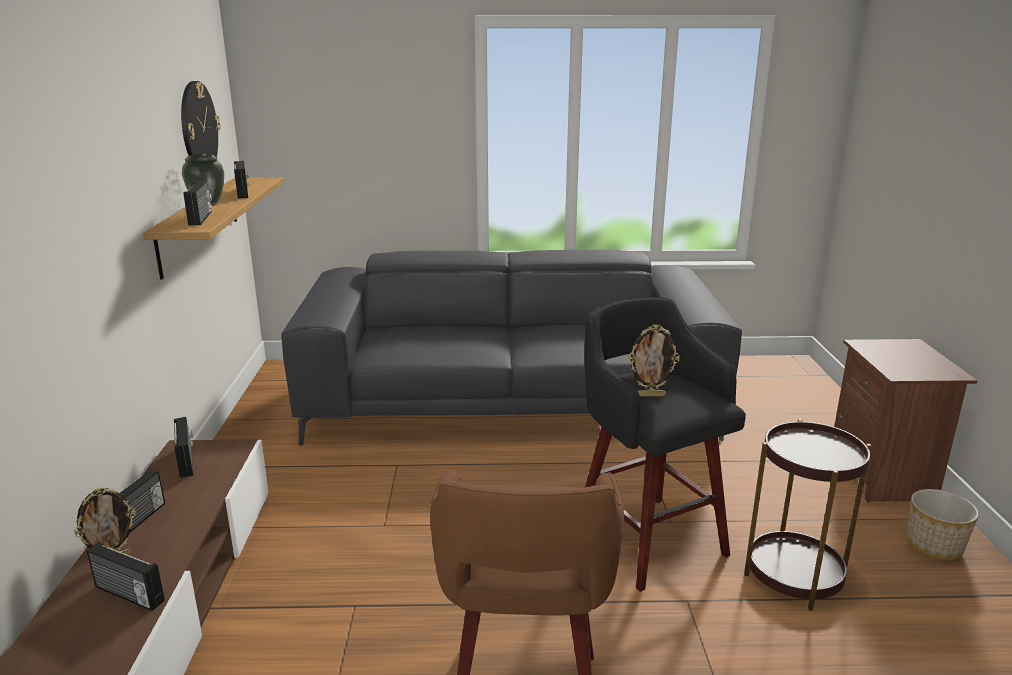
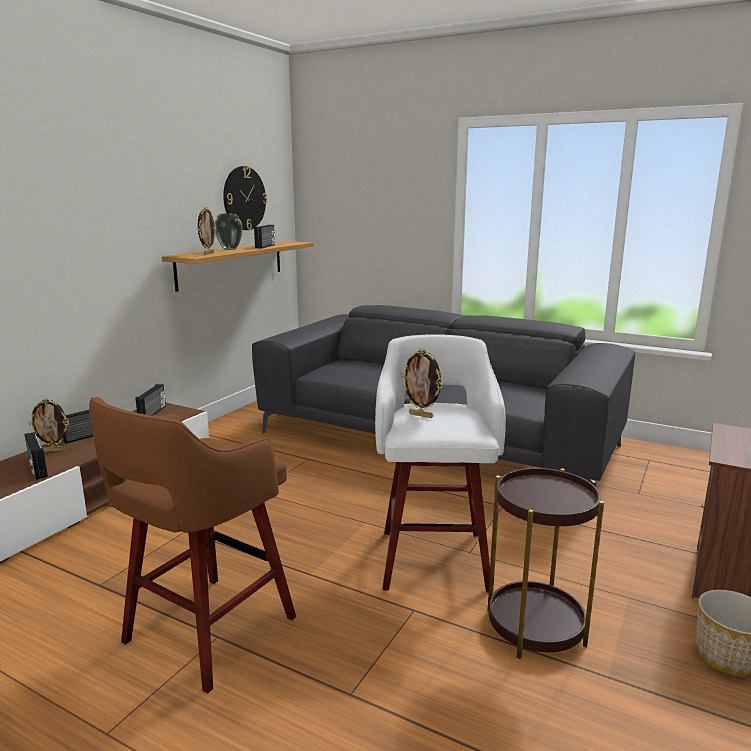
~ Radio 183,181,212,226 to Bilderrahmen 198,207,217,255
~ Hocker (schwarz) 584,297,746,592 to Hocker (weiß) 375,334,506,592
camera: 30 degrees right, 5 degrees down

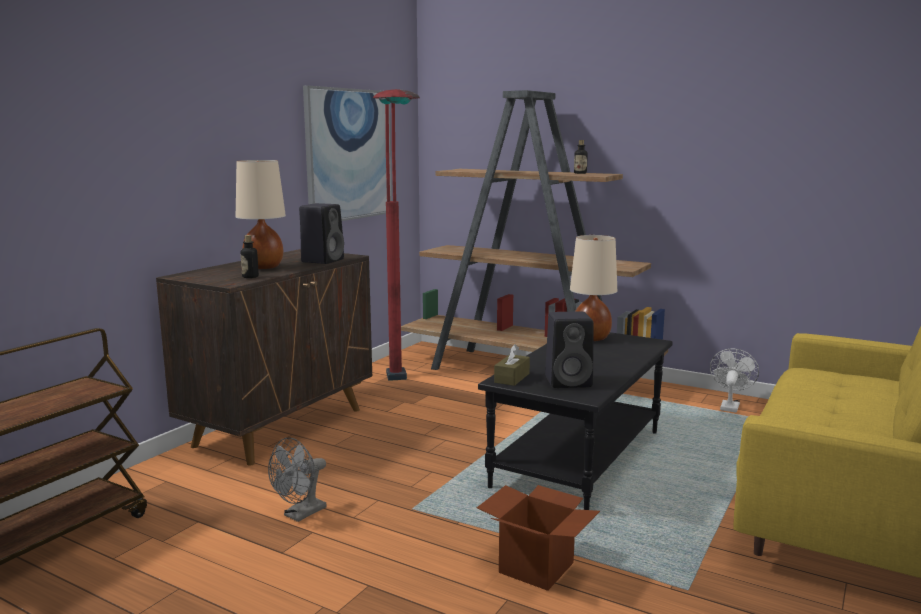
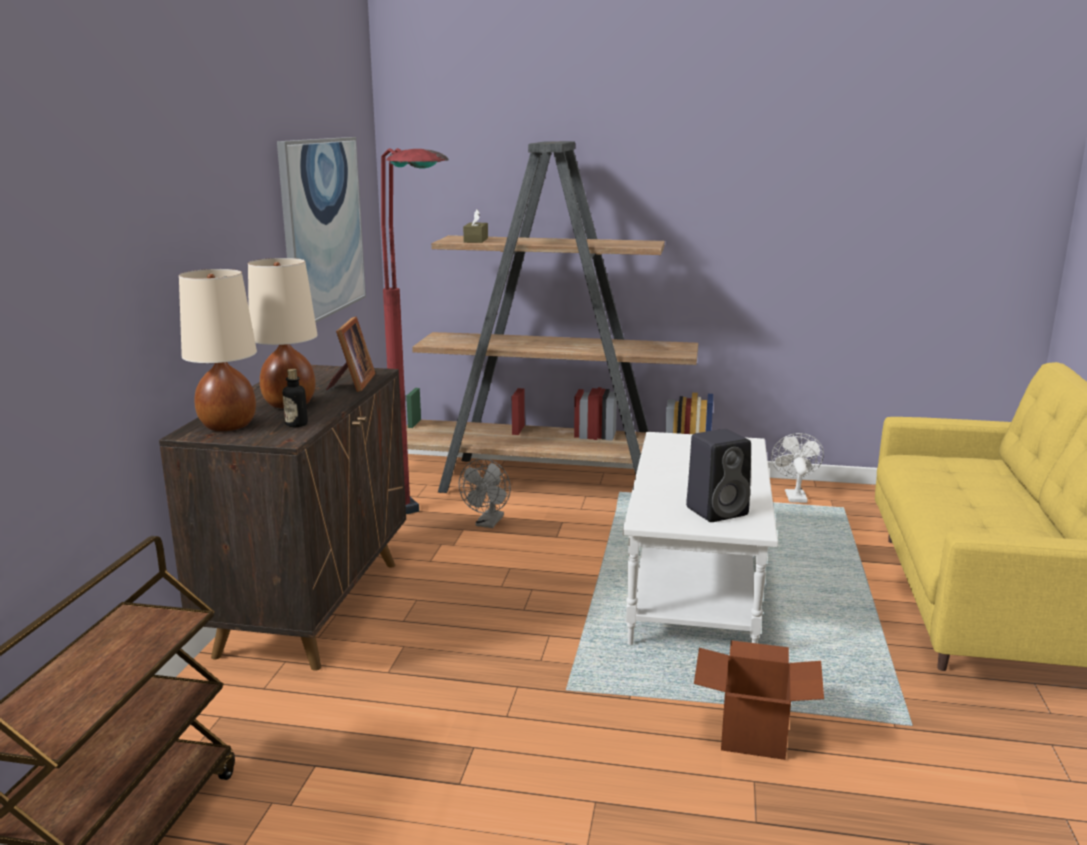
~ Ventilator (grau) 268,438,327,522 to 459,459,511,528
~ Lautsprecher (schwarz) 299,203,344,264 to Bilderrahmen 326,317,376,392
~ Couchtisch (schwarz) 478,332,672,510 to Couchtisch (weiß) 623,432,778,645
~ Taschentuchbox (braun) 494,344,530,386 to 463,209,488,243
~ Tischlampe (beige) 570,235,617,341 to 179,269,257,431
- Flasche 574,140,588,174
camera: 20 degrees left, 5 degrees up

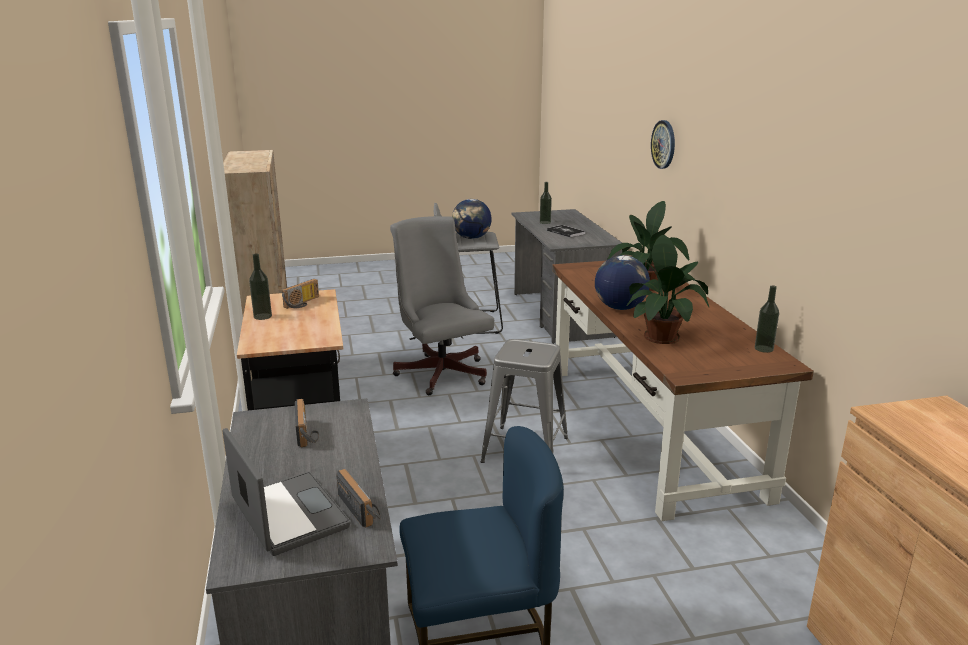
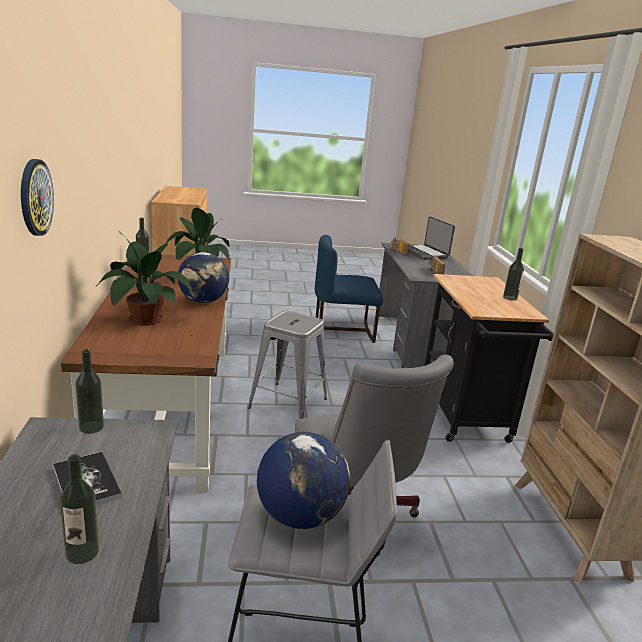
- Radio 282,279,319,309
+ Flasche 75,349,104,434
camera: 175 degrees left, 0 degrees up

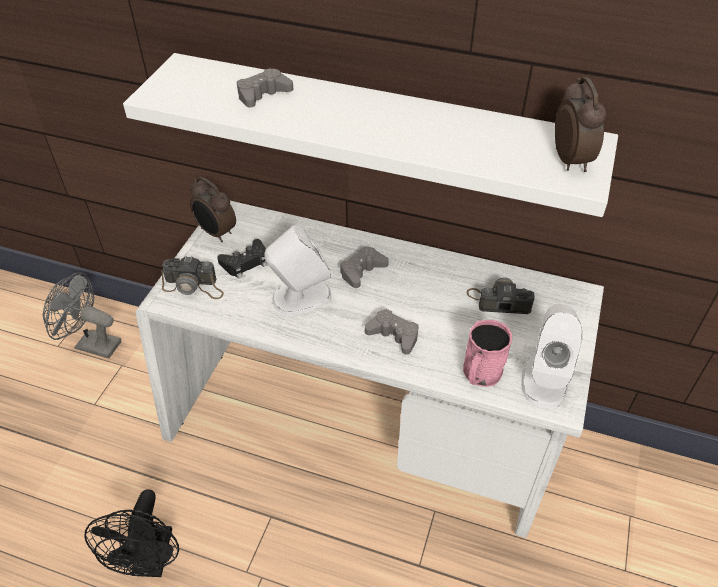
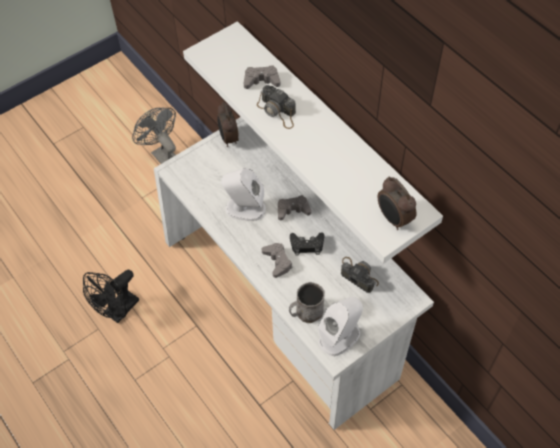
~ Kamera 161,256,224,299 to 257,85,296,129
~ Gamepad (schwarz) 217,239,267,278 to 290,232,325,255
~ Henkelbecher (rosa) 463,320,512,387 to Henkelbecher (grau) 289,282,325,323
~ Wecker 555,77,606,172 = 378,177,417,230 120 degrees clockwise
camera: 35 degrees right, 10 degrees up

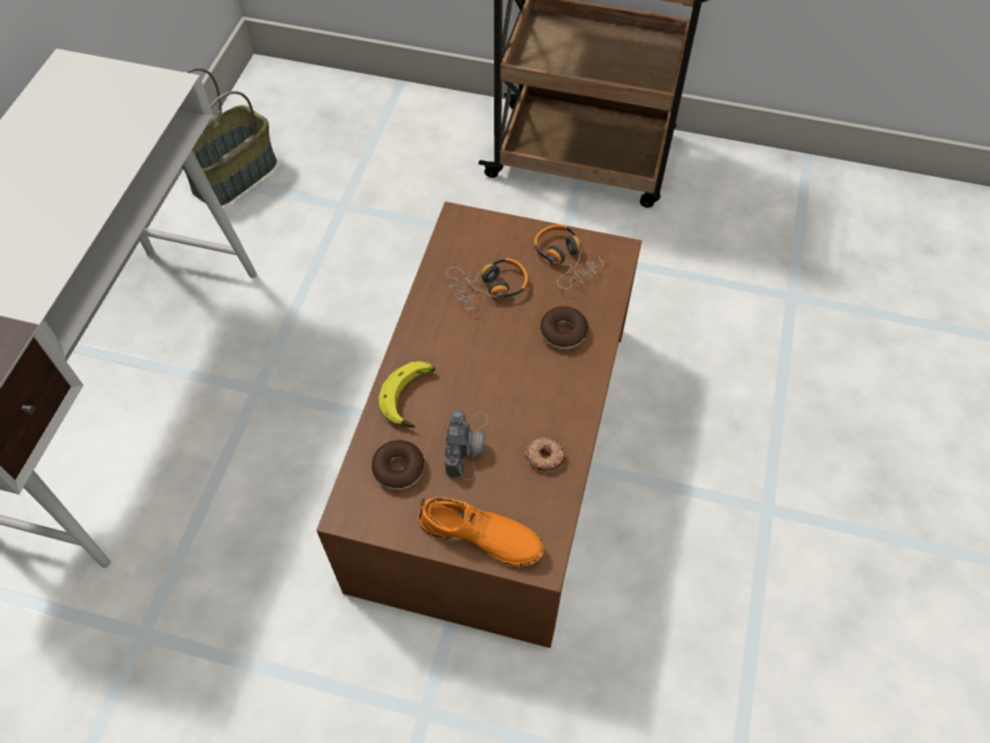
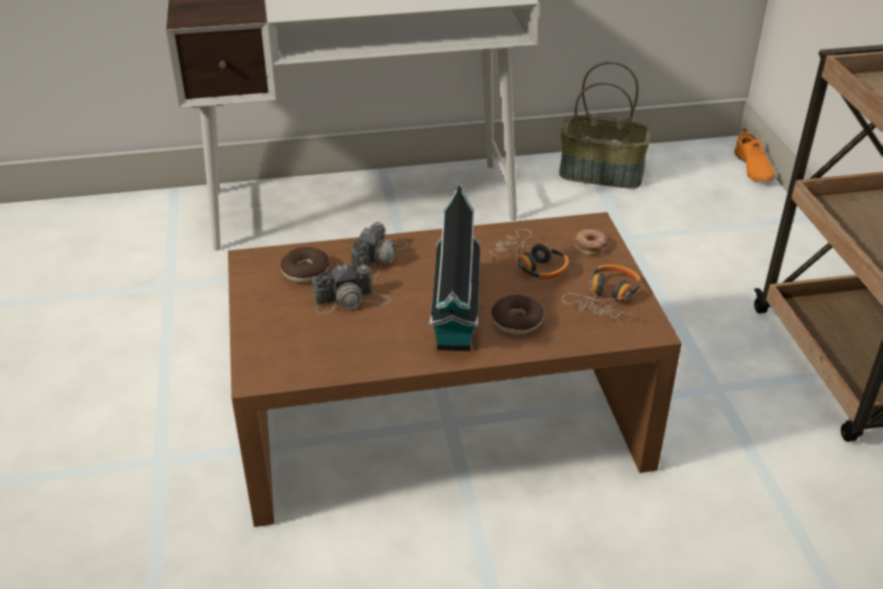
~ Banane 379,361,435,428 to Kamera 351,222,408,278
~ Schuh (orange) 418,497,544,566 to 734,129,775,182
~ Donut 525,437,566,473 to 574,229,609,255
+ Spielzeughaus 429,182,481,351
camera: 65 degrees right, 20 degrees down

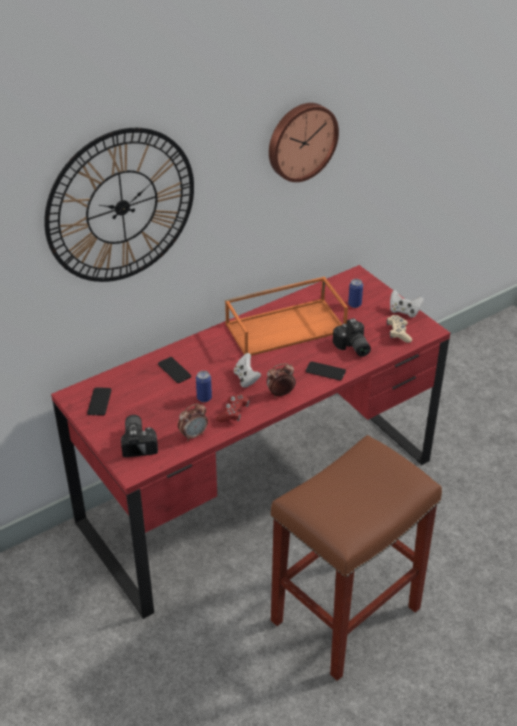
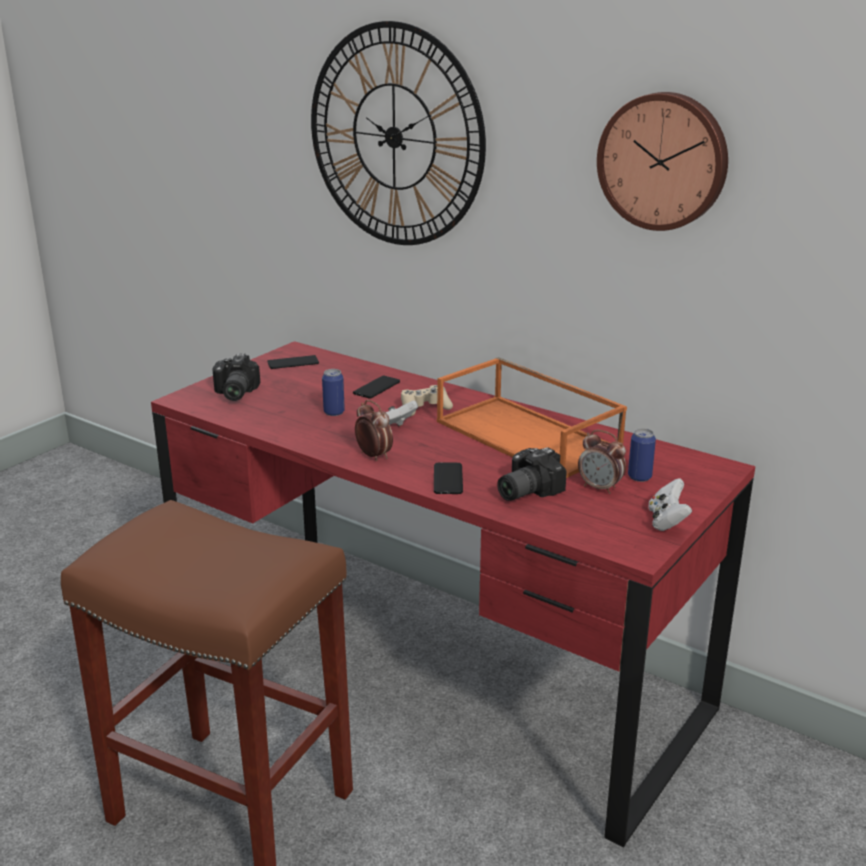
~ Kamera 121,415,158,457 = 212,353,260,401 120 degrees clockwise
~ Wecker 178,403,208,441 to 578,430,626,494
- Gamepad (rot) 216,394,249,422
~ Gamepad (beige) 387,315,412,343 to 401,385,453,416
camera: 70 degrees right, 15 degrees down

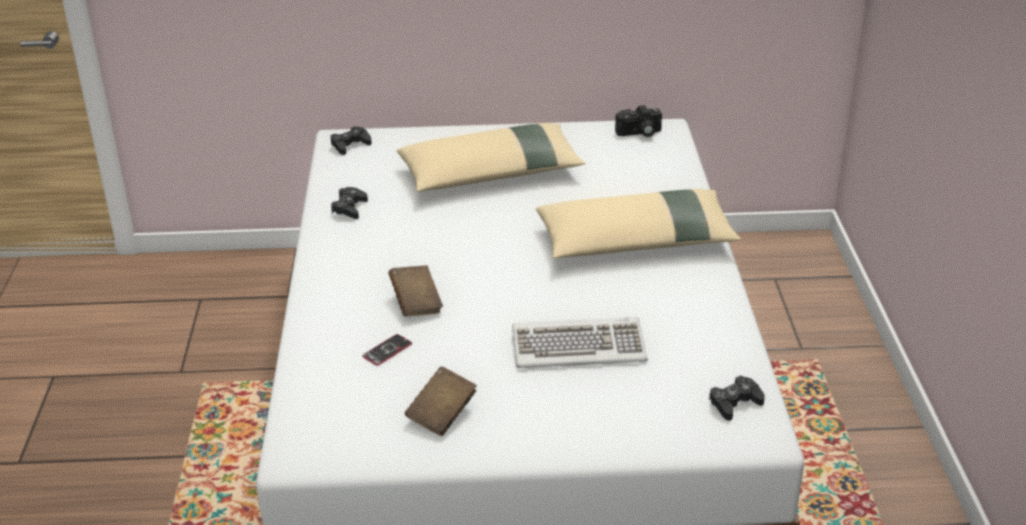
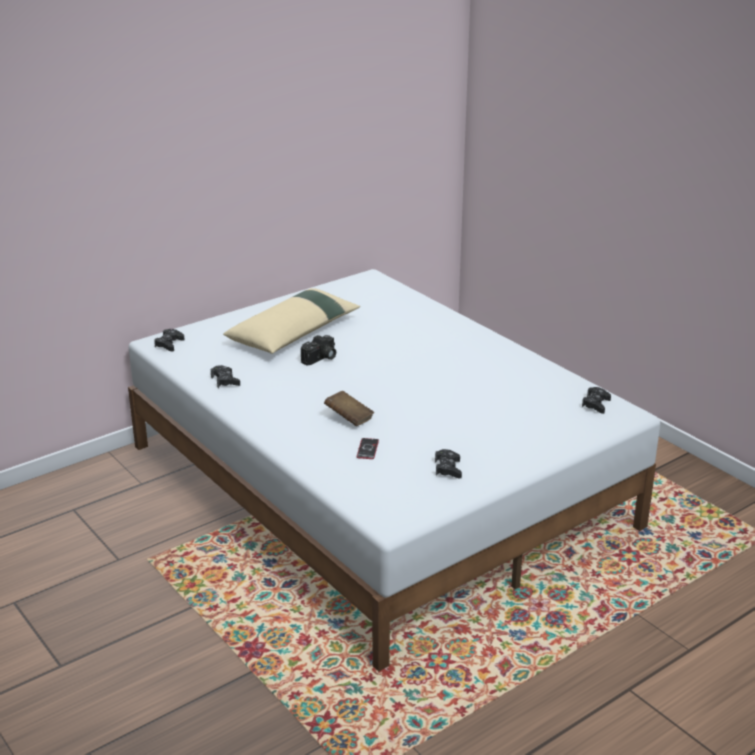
~ Buch (braun) 405,366,477,436 to Gamepad (schwarz) 435,449,462,479
- Tastatur 512,317,648,368
- Kissen (beige) 536,189,741,259
~ Kamera 615,105,662,137 to 301,335,336,365
camera: 35 degrees left, 5 degrees down

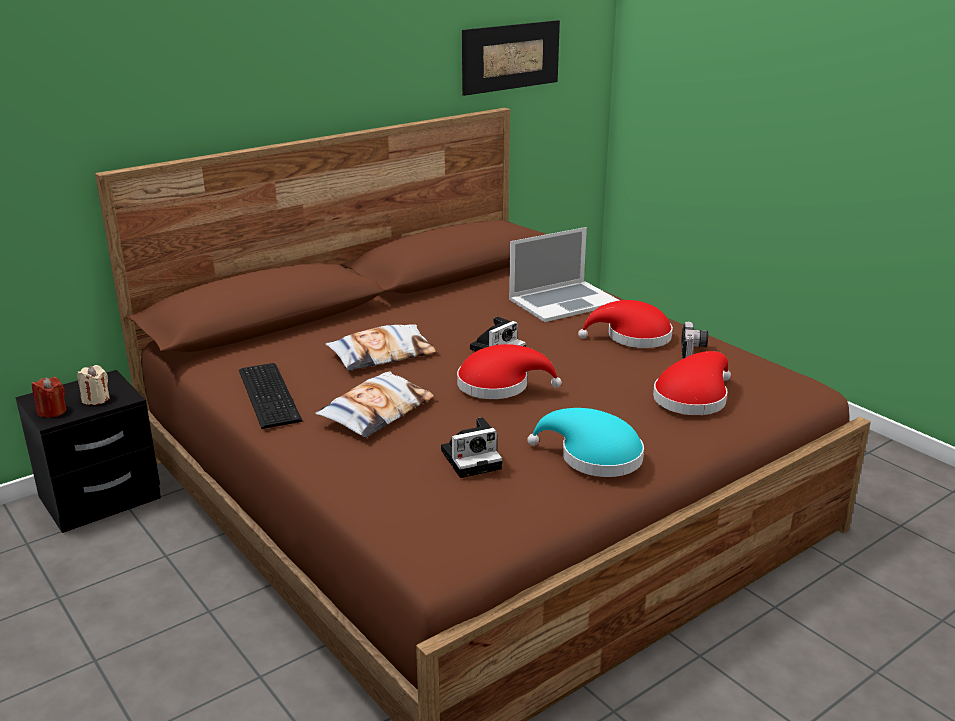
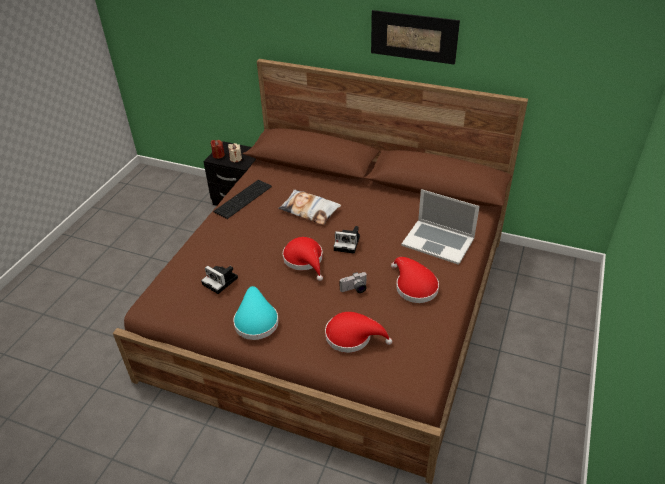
- Kissen 315,371,435,438
~ Bild 462,20,560,96 to 371,10,460,65
~ Kamera 681,322,708,358 to 339,272,367,293
camera: 60 degrees right, 15 degrees up

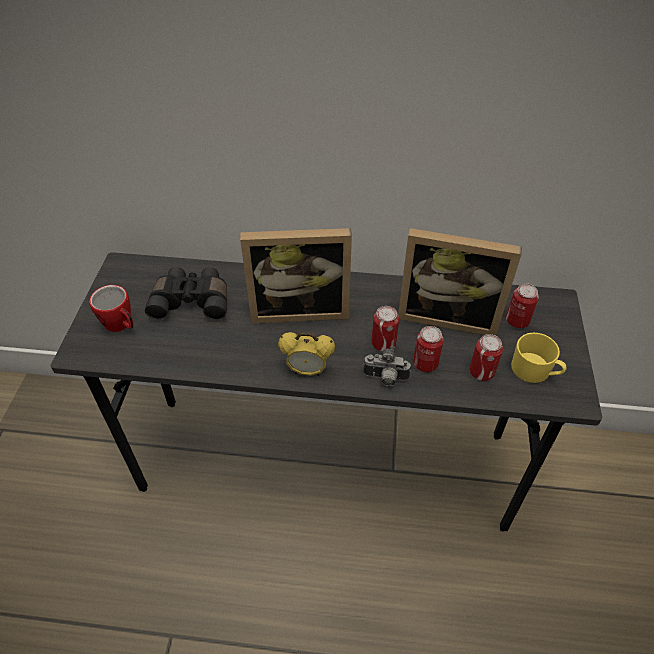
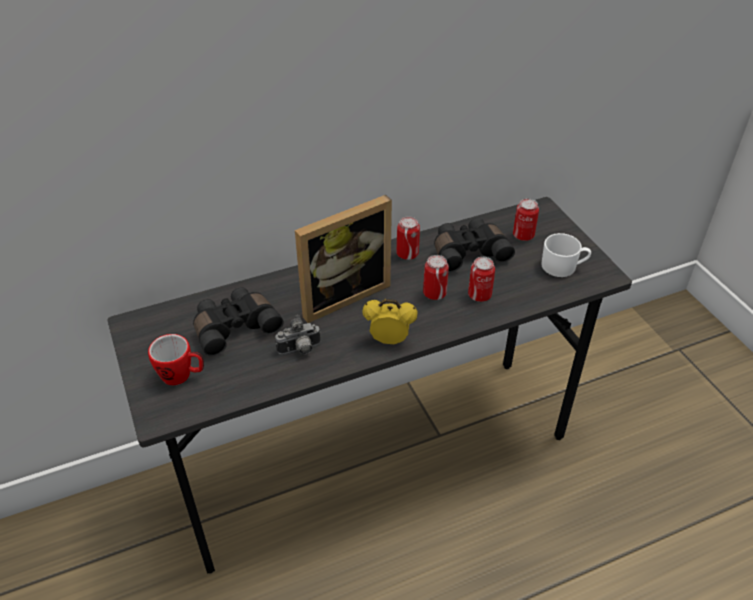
~ Wecker 278,332,335,376 = 362,299,418,344 150 degrees counterclockwise
~ Kamera 363,346,411,386 to 275,315,321,355
~ Bilderrahmen 398,228,522,336 to Fernglas (schwarz) 434,218,515,272
~ Dose 469,334,503,381 to 397,216,420,260
~ Henkelbecher (gelb) 511,333,567,383 to Henkelbecher (weiß) 541,233,591,277
camera: 30 degrees left, 5 degrees down

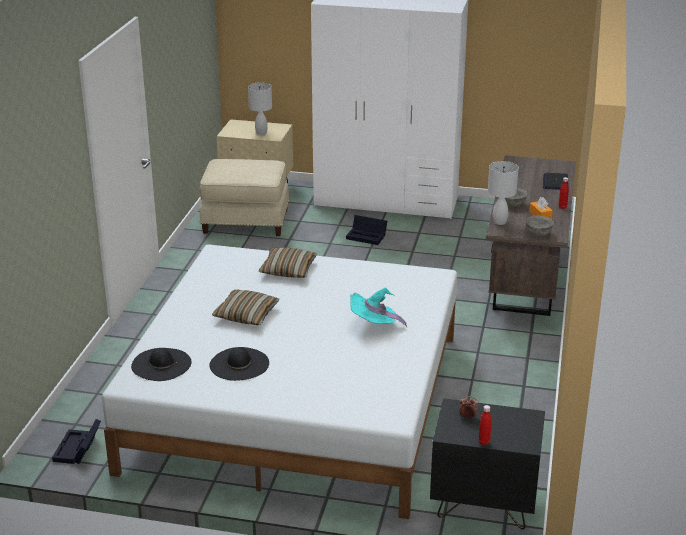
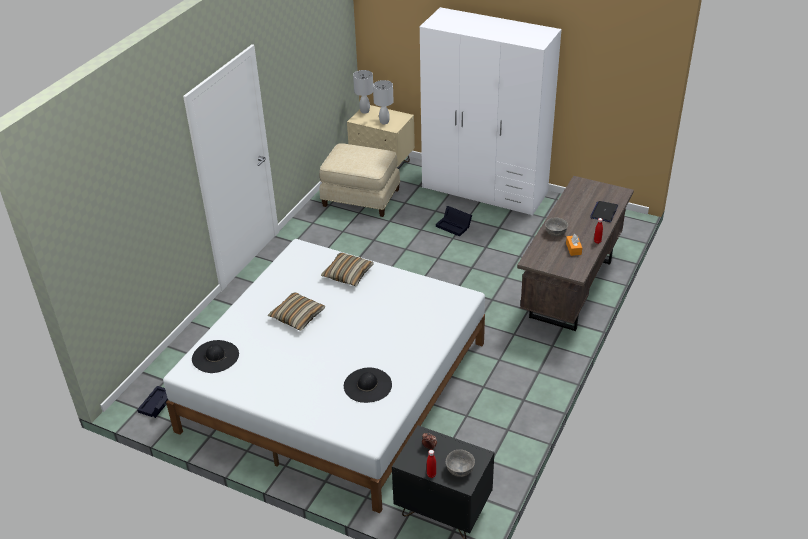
~ Hut (schwarz) 209,347,269,381 to 344,367,392,403
- Hut (türkis) 350,287,407,327
~ Tischlampe (weiß) 488,161,519,225 to 353,70,373,114
~ Schüssel (grau) 526,216,554,236 to 446,450,475,477
camera: 15 degrees right, 10 degrees up

